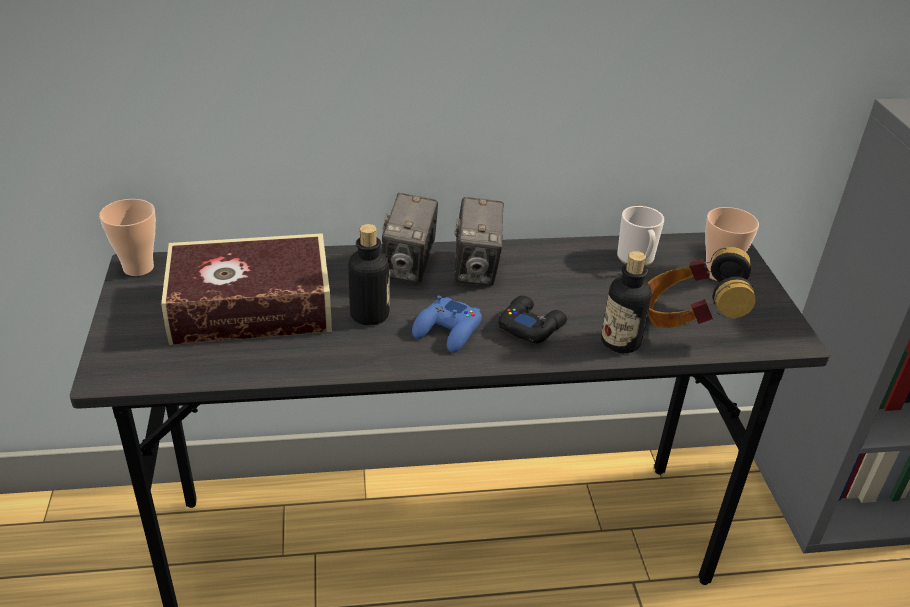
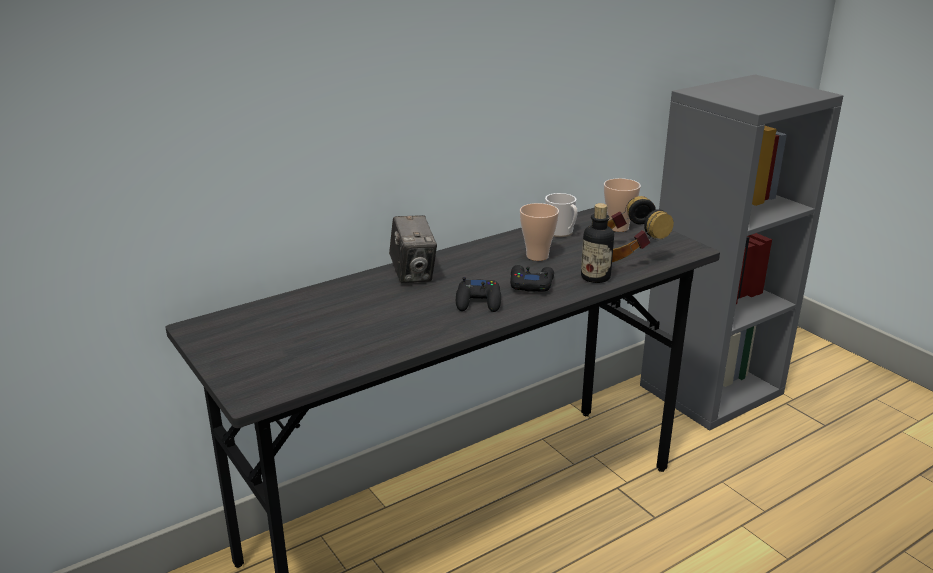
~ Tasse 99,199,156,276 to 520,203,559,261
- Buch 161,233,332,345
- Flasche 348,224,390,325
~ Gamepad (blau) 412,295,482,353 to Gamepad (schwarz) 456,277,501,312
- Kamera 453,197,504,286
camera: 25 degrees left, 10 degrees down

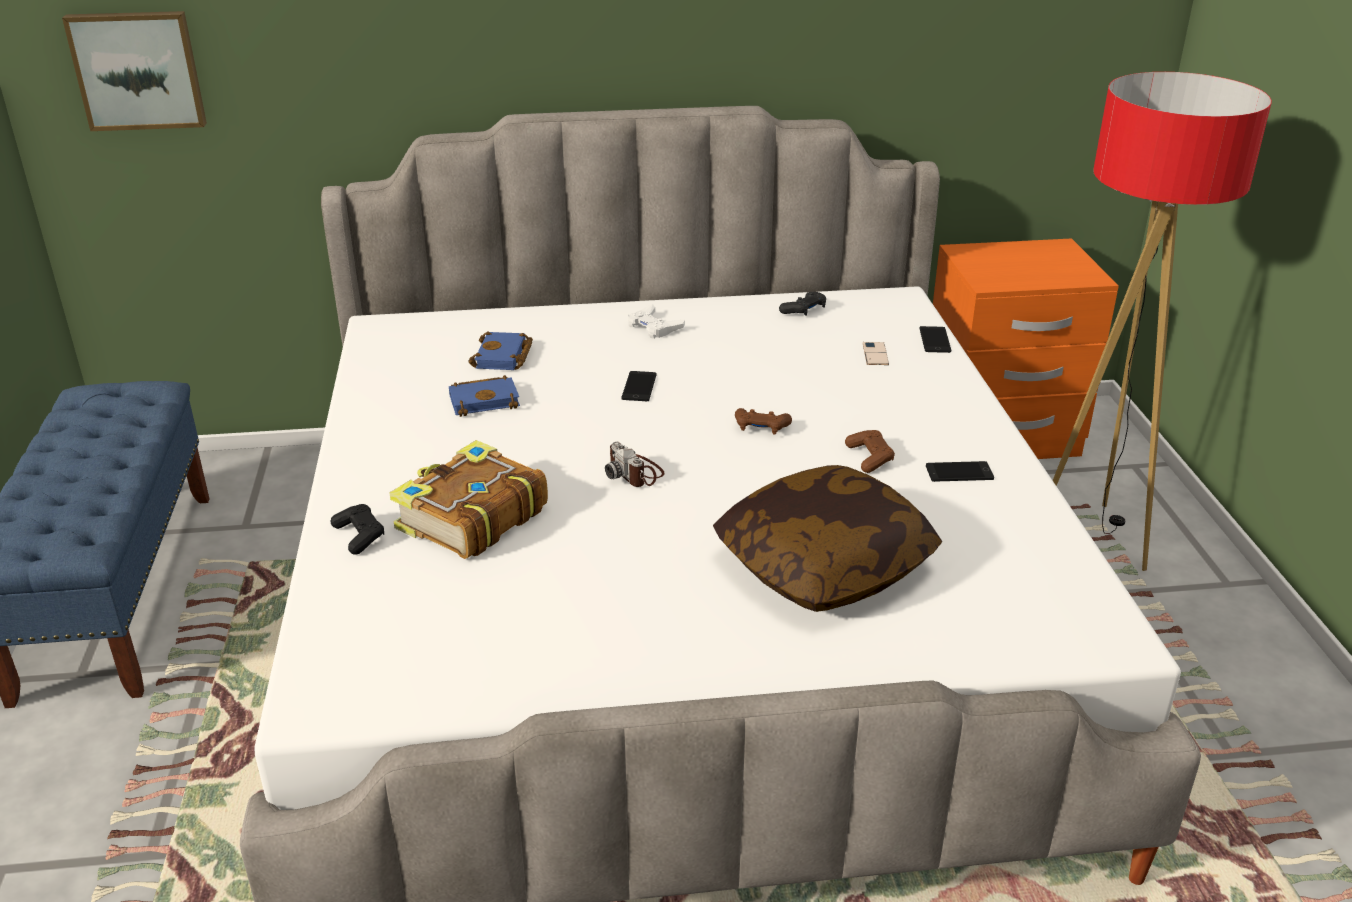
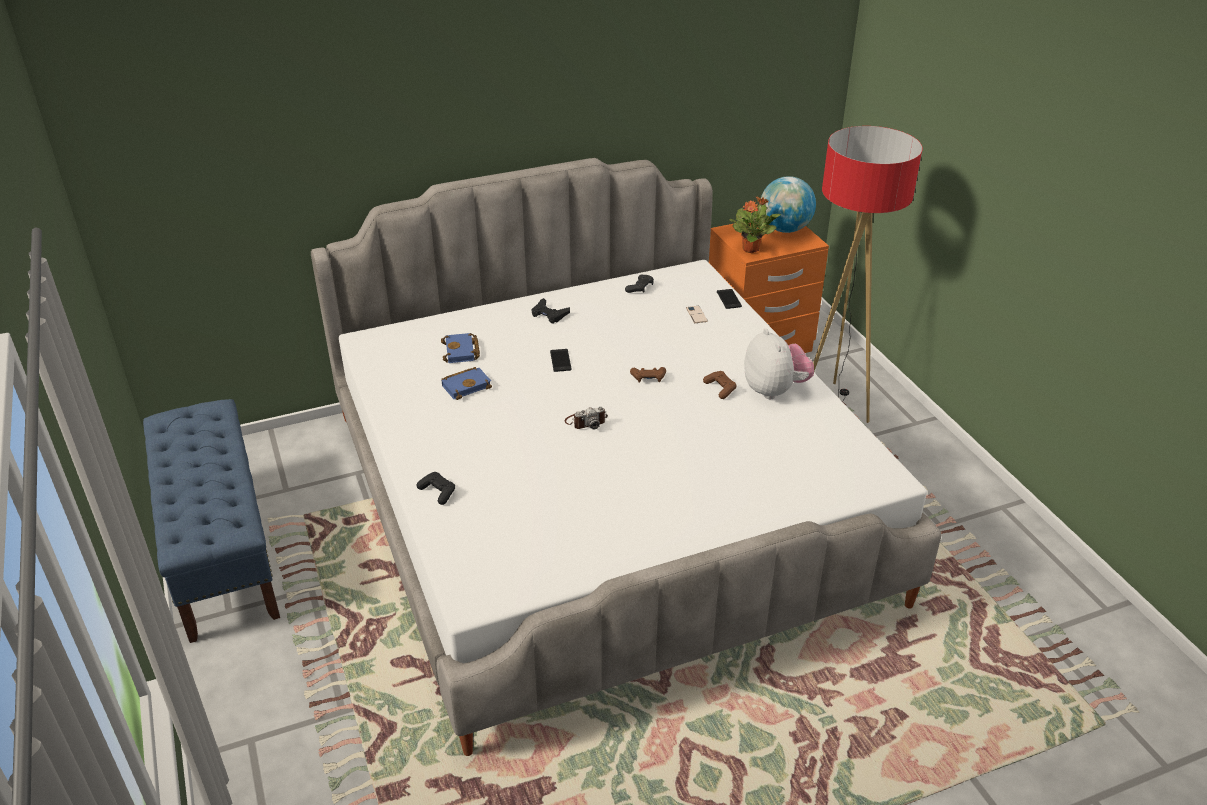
- Bild 62,11,207,131
- Buch 389,440,548,559
~ Kamera 605,442,665,487 = 565,407,608,430 60 degrees counterclockwise
~ Gamepad (weiß) 627,304,685,339 to Gamepad (schwarz) 531,298,570,323
- Kissen 713,465,942,612
~ Handy 926,461,994,482 to Plüschtier 744,328,814,399
+ Topfpflanze 729,197,781,253
+ Globus 761,176,816,233
camera: 15 degrees left, 5 degrees up

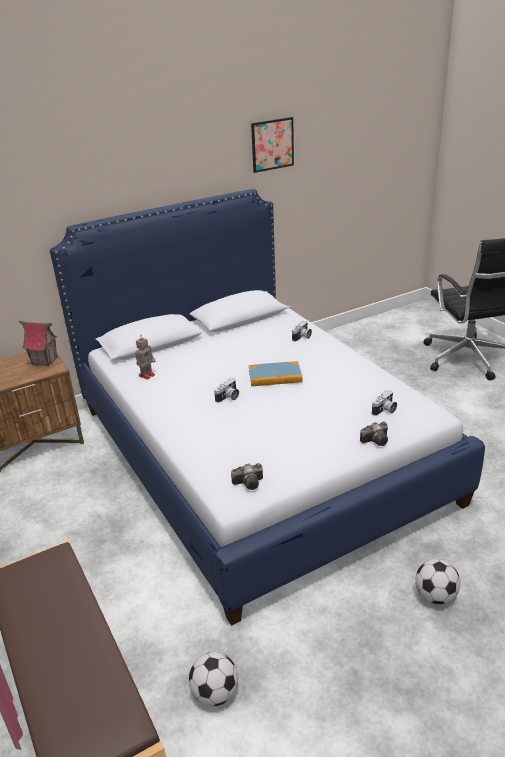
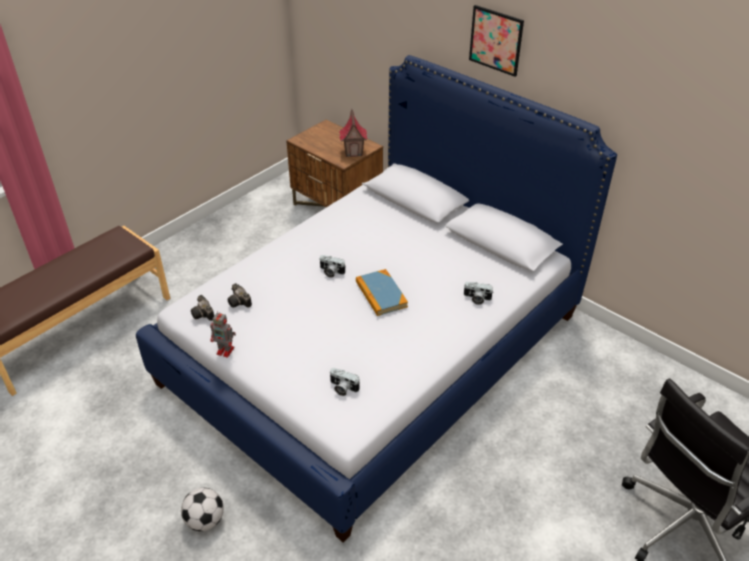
~ Spielzeugroboter 135,338,155,380 to 210,311,236,358
- Fußball 189,652,238,706
~ Bild 251,117,294,173 to 469,5,524,77
~ Kamera 360,421,388,446 to 227,283,252,308
camera: 70 degrees right, 10 degrees up

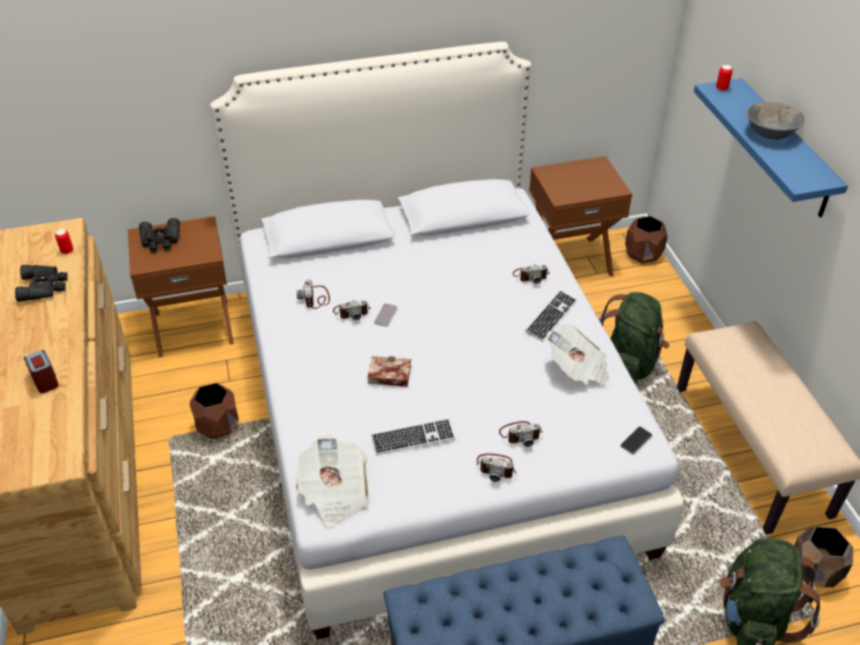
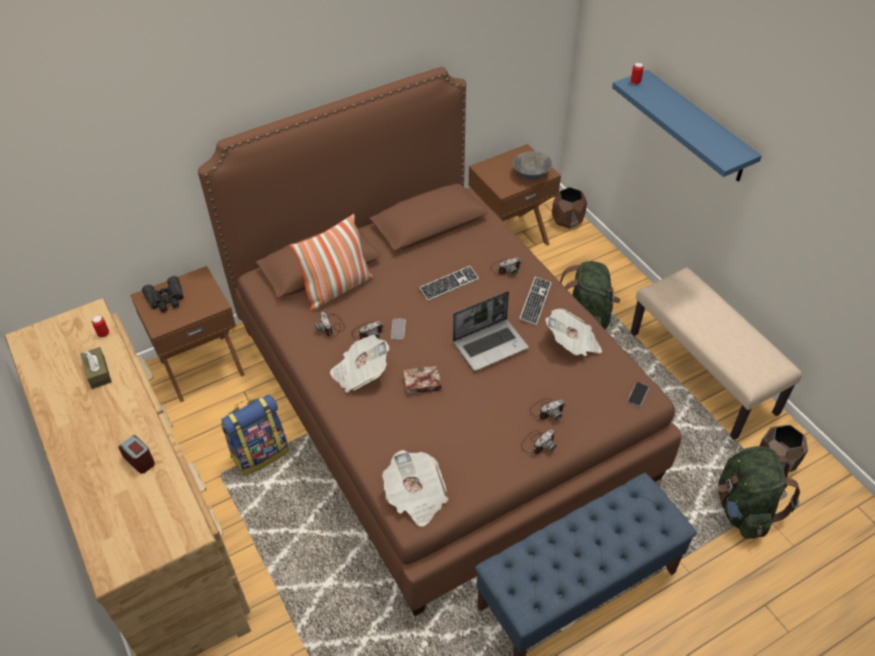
~ Fernglas (schwarz) 15,265,68,302 to Taschentuchbox (braun) 80,347,112,389
~ Pflanzkübel (braun) 190,383,239,439 to Rucksack 221,394,289,476
~ Bett (weiß) 210,42,684,640 to Bett (braun) 198,67,682,616
~ Tastatur 371,418,455,455 to 419,266,479,301
~ Kamera 477,454,516,482 = 521,429,557,454 45 degrees counterclockwise
~ Schüssel (grau) 746,102,805,140 to 513,151,552,180
+ Kissen 290,214,373,312
+ Zeitung 330,335,390,393
+ Laptop 453,291,529,371
camera: 15 degrees left, 5 degrees up

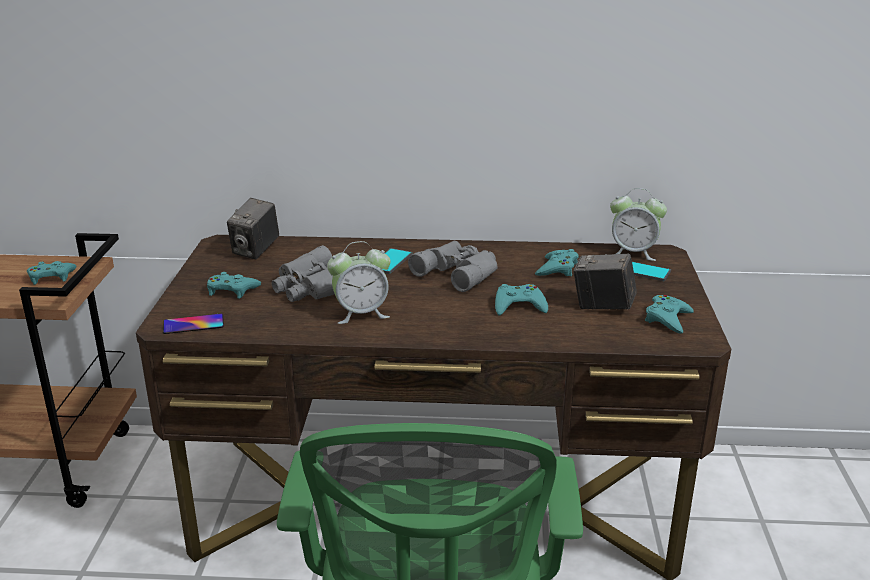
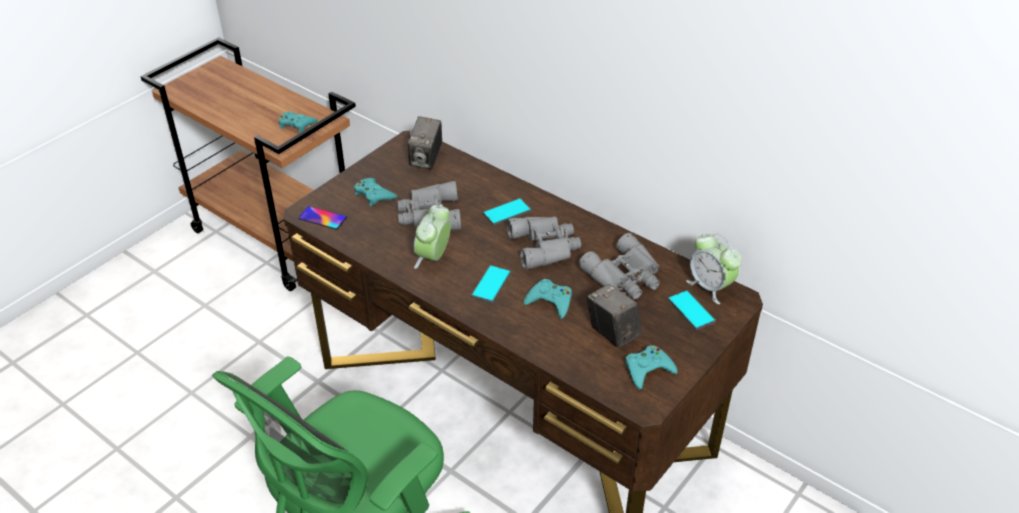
~ Kamera 227,198,279,259 = 408,116,442,170 45 degrees counterclockwise
~ Wecker 327,241,390,324 = 414,204,451,269 90 degrees clockwise
~ Gamepad (türkis) 535,249,579,277 to Fernglas (grau) 578,233,660,300
+ Handy 471,265,511,303
camera: 35 degrees right, 15 degrees up

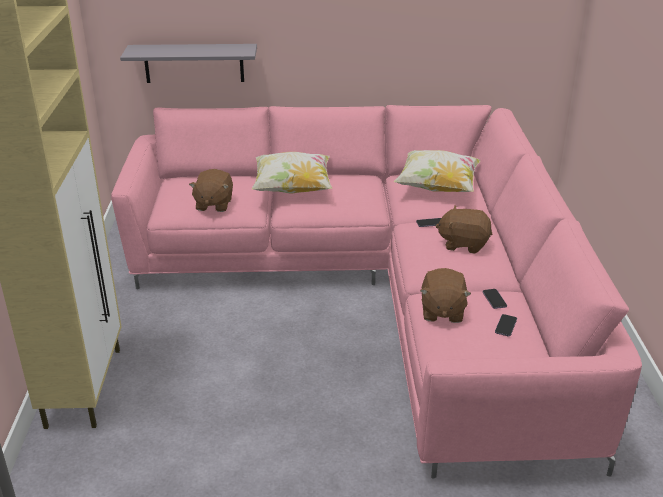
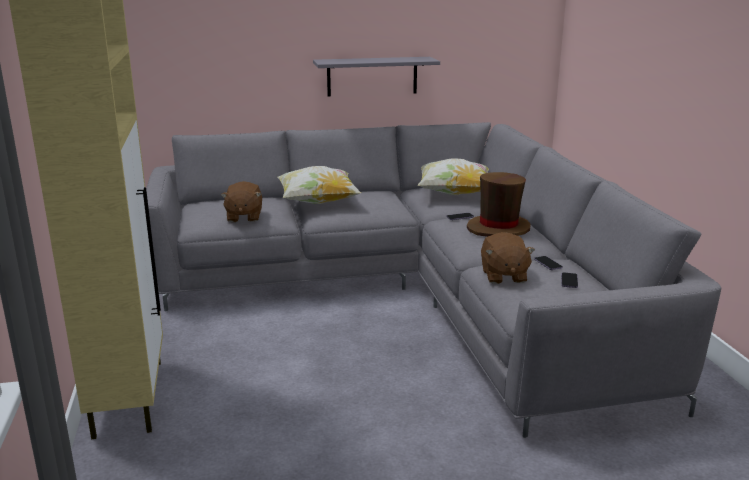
~ Sofa (rosa) 111,105,642,479 to Sofa (grau) 146,122,721,438
~ Wandregal (grau) 120,44,257,83 to 313,57,440,97
~ Plüschtier (braun) 436,205,492,254 to Hut (braun) 467,172,531,237
camera: 10 degrees left, 10 degrees down

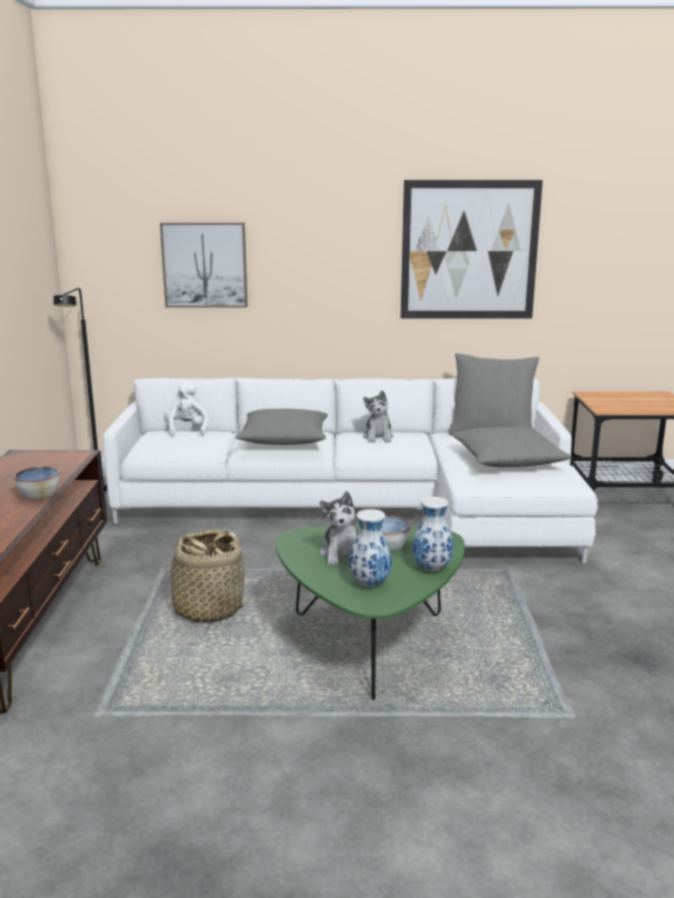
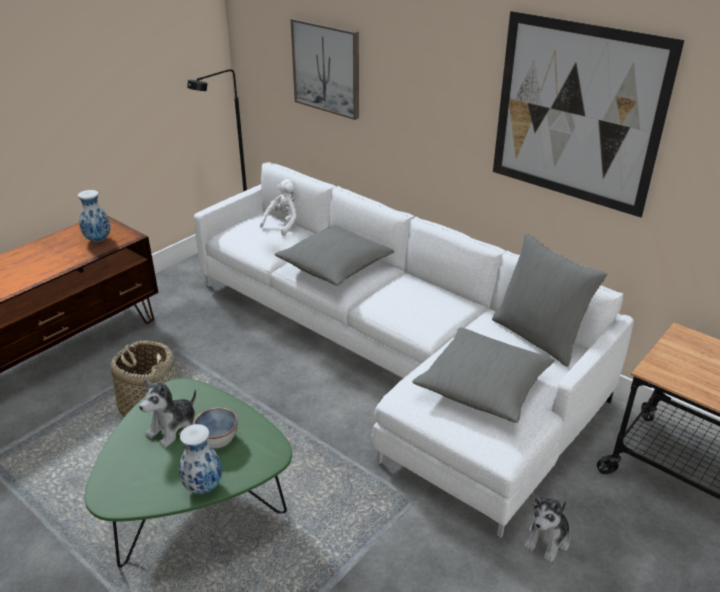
- Schüssel 14,466,60,499
~ Vase 349,509,392,587 to 78,190,111,242
~ Plüschtier 363,390,394,443 to 524,494,570,562
camera: 40 degrees right, 15 degrees up

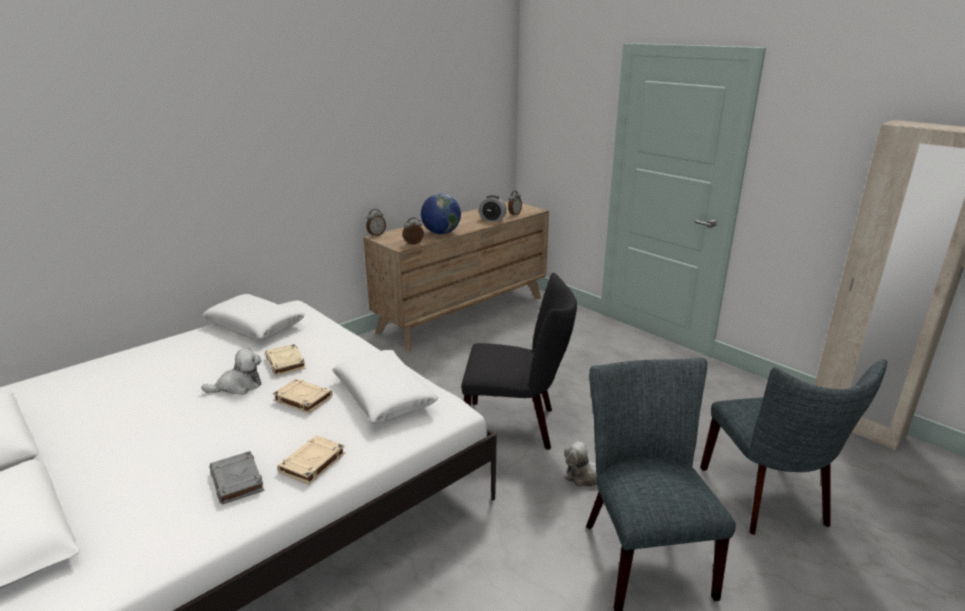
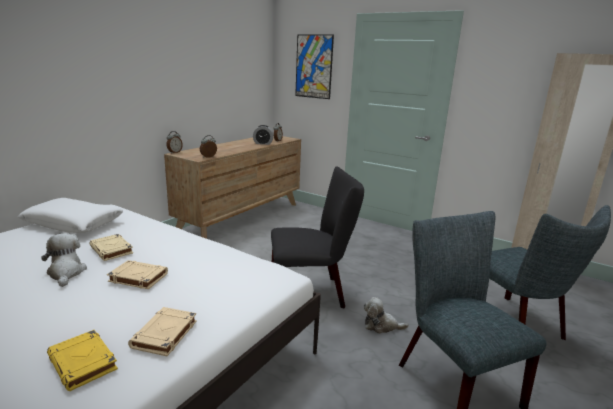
~ Plüschtier 201,348,261,395 = 41,233,87,287 75 degrees counterclockwise
~ Buch (grau) 210,451,264,504 to Buch (gelb) 47,330,118,391
- Kissen (weiß) 332,350,439,423
- Globus 421,194,461,234
+ Bild 295,35,334,99
camera: 15 degrees left, 5 degrees down

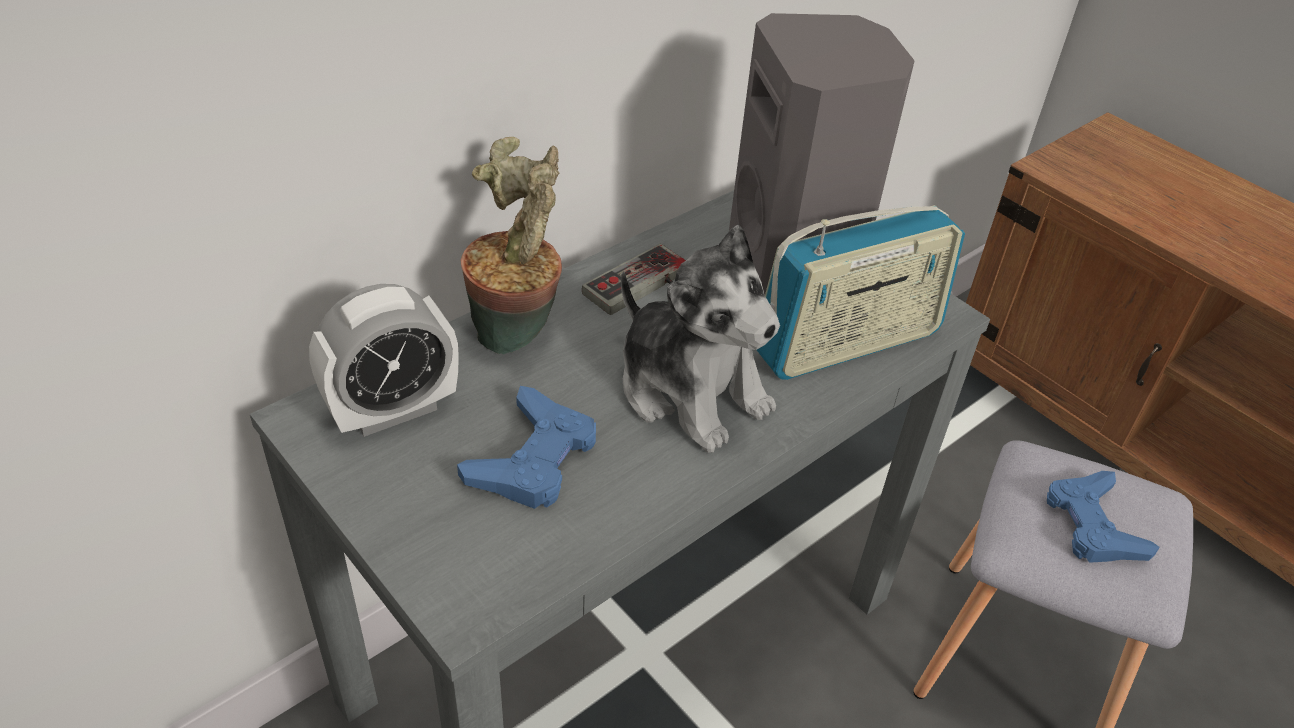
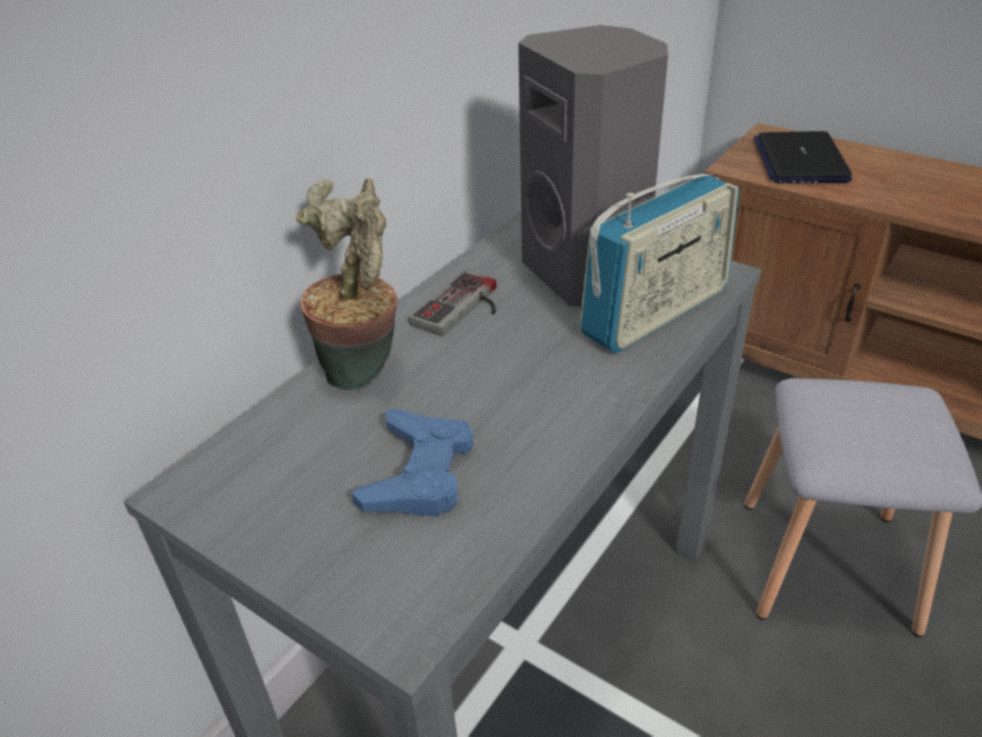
- Wecker 309,284,459,437
- Plüschtier 621,225,780,453
- Gamepad (blau) 1047,471,1160,563
+ Laptop 754,131,852,183
camera: 10 degrees left, 5 degrees down

